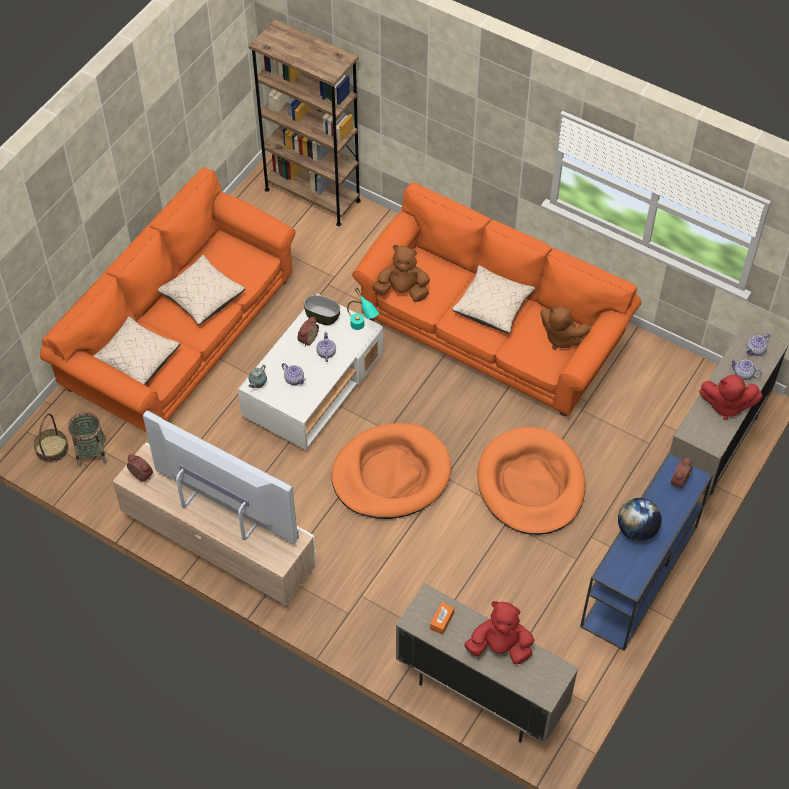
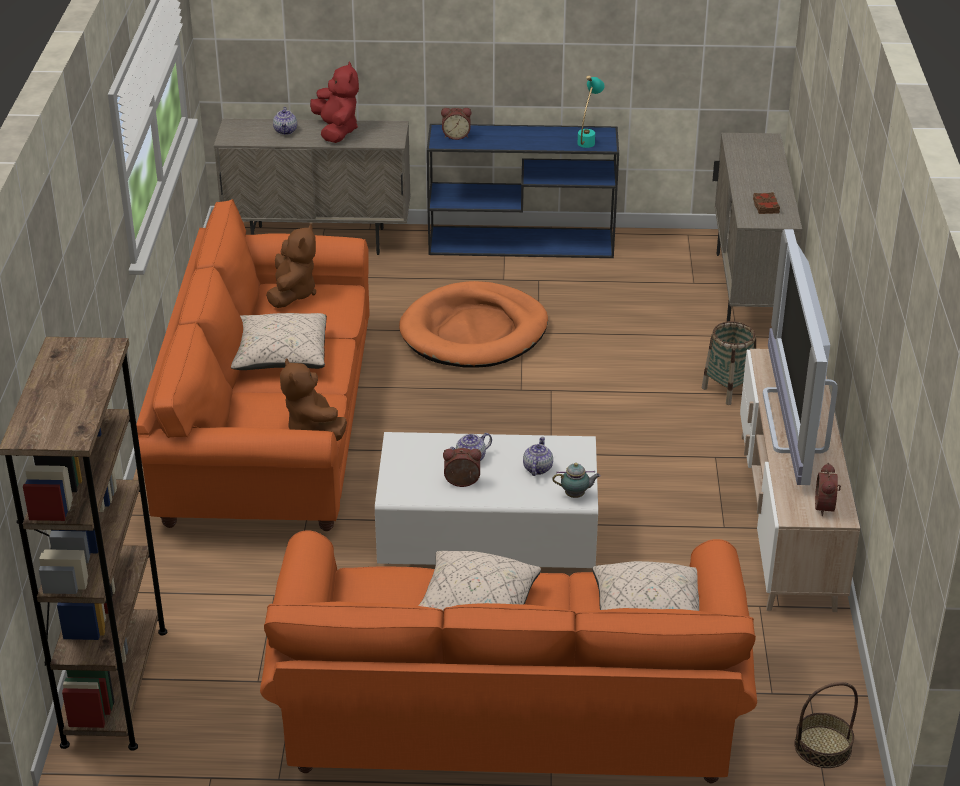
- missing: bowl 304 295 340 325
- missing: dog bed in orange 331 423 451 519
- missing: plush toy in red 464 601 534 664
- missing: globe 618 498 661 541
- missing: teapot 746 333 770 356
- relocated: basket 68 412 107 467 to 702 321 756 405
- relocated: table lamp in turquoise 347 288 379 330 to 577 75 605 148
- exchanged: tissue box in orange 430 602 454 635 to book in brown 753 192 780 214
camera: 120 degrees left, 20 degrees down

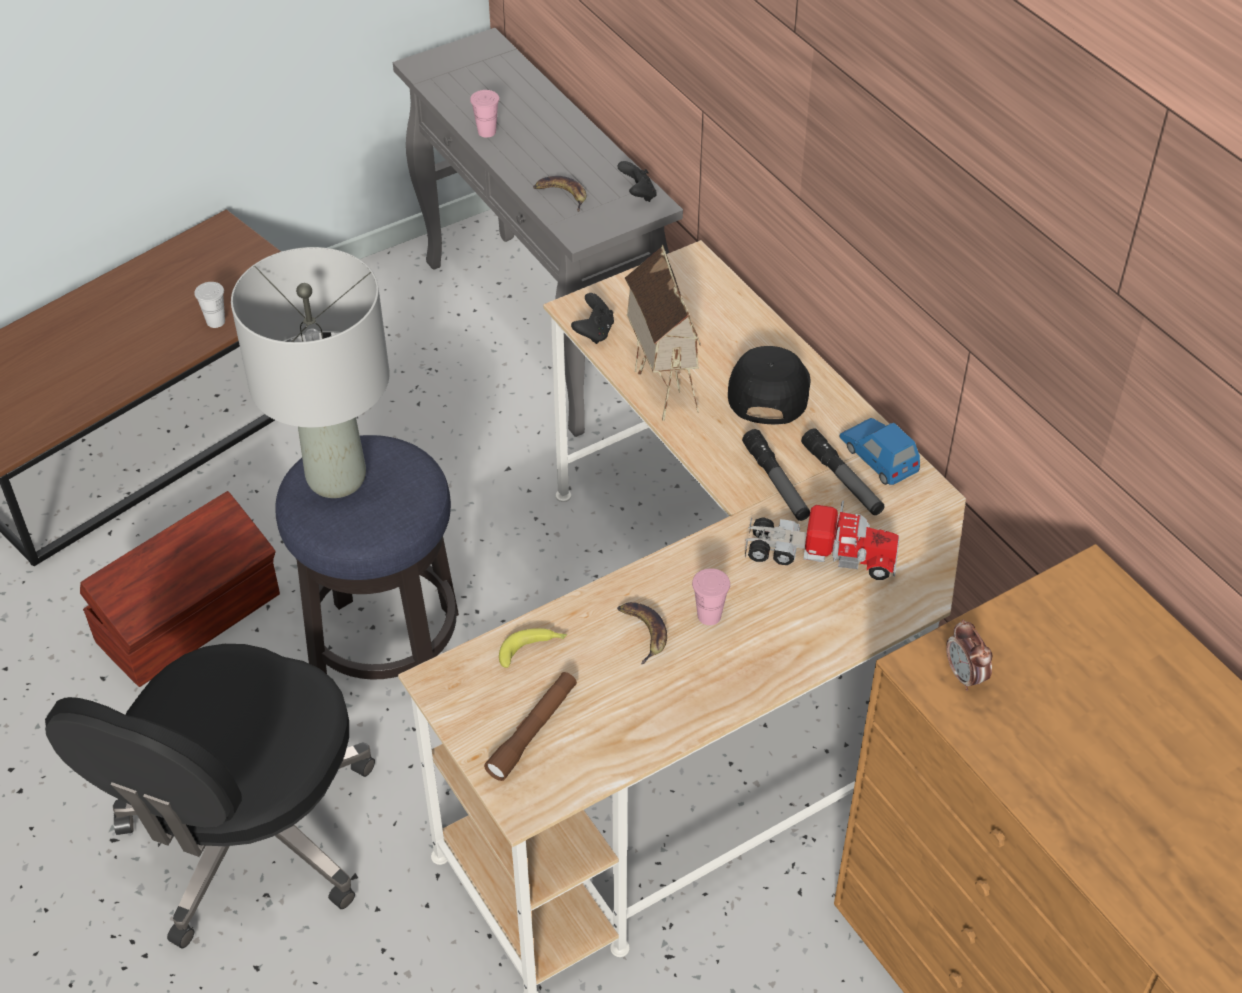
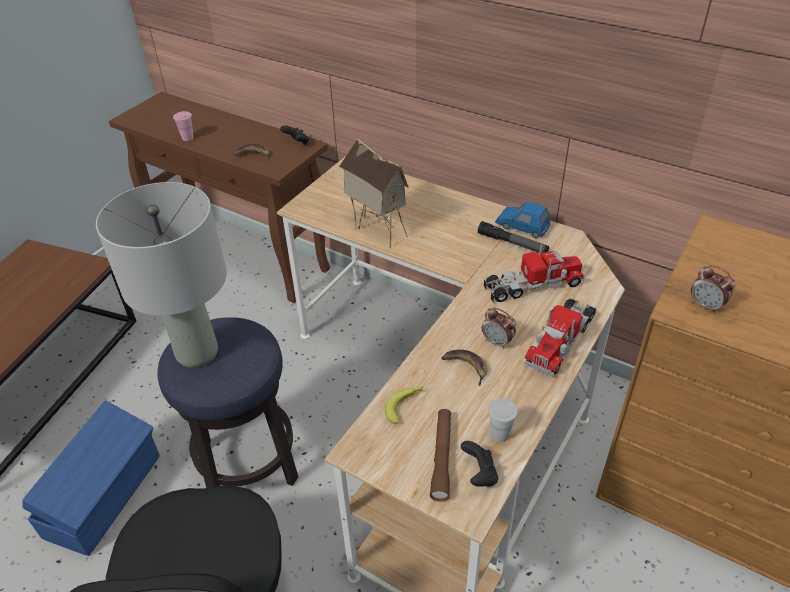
- missing: cap in black 728 346 811 425
- missing: flashlight 742 429 810 521
- appeared: toy truck 525 297 596 377
- relocated: cup in white 194 282 225 328 to 488 398 518 442
- relocated: game controller in black 571 293 614 344 to 461 441 498 487
- exchanged: cup in pink 692 568 730 625 to alarm clock 482 308 516 349
- colour: storage box in brown 80 491 280 687 to storage box in blue 22 400 160 556
- colour: console table in grey 393 28 683 437 to console table in brown 109 92 330 303
camera: 25 degrees left, 5 degrees down

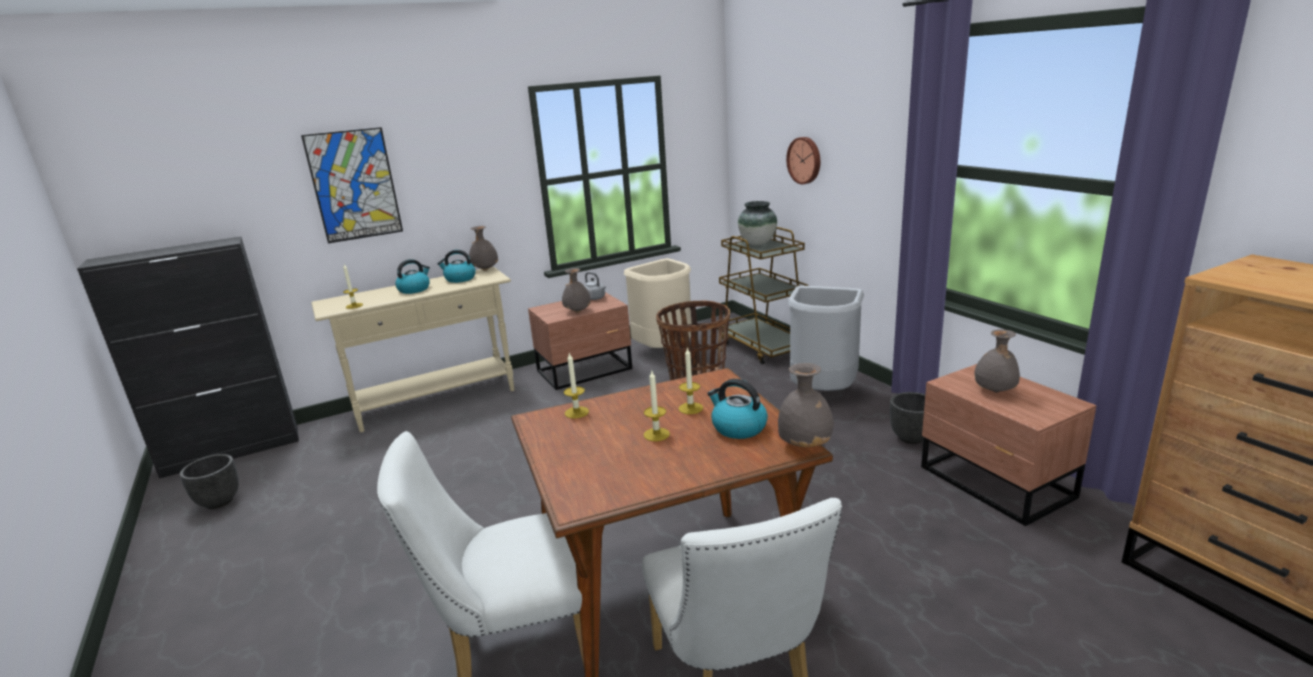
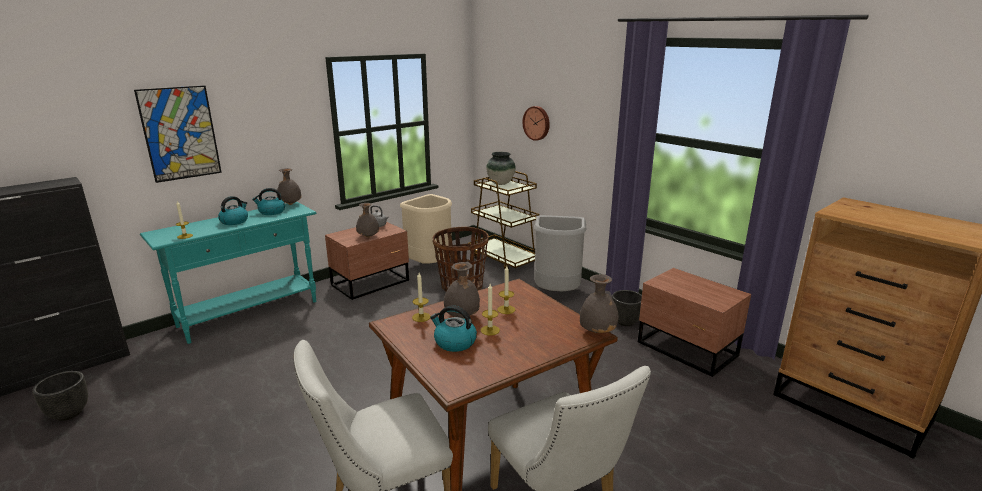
- relocated: kettle 707 379 768 439 to 430 305 477 352
- relocated: vase in grey 974 329 1020 393 to 444 262 480 318
- colour: console table in beige 311 267 514 432 to console table in turquoise 140 202 317 344
camera: 15 degrees left, 0 degrees up

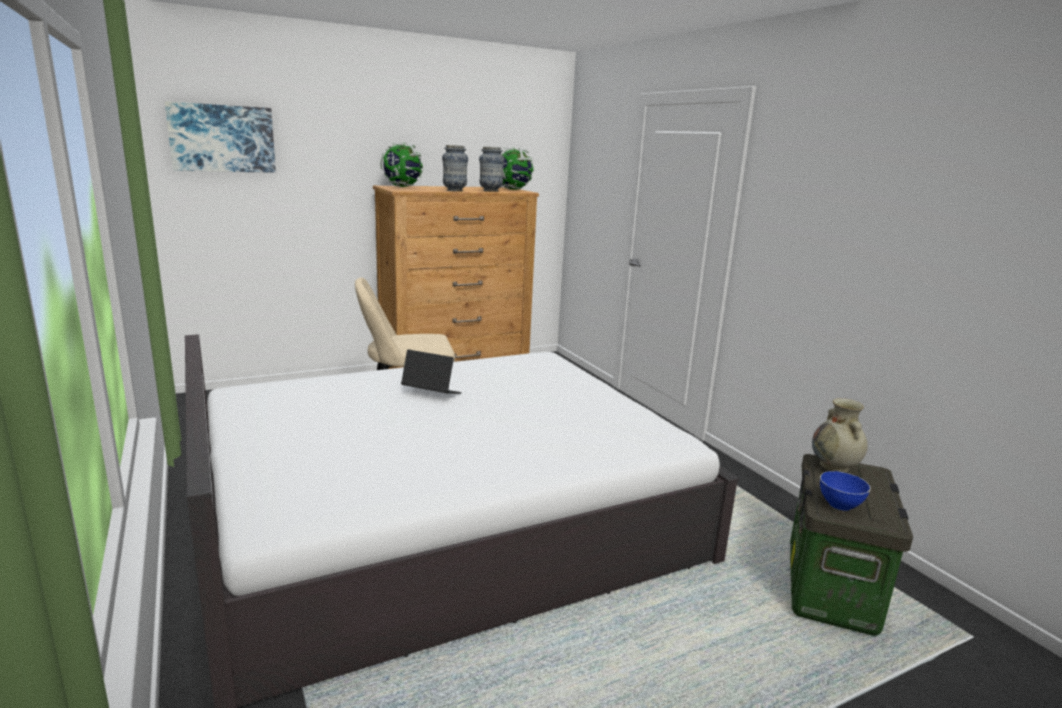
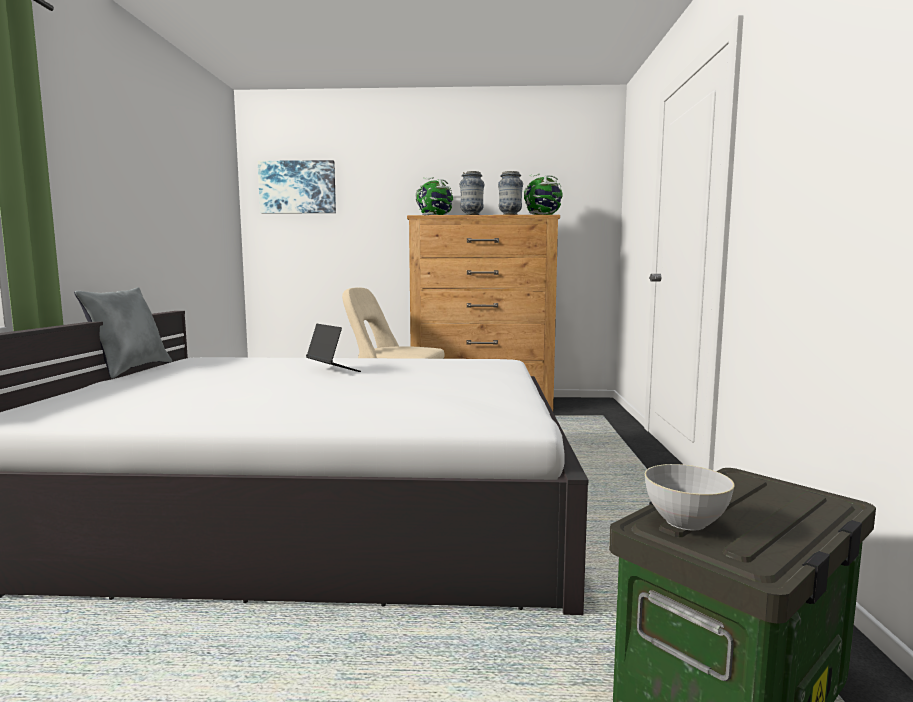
- missing: vase in beige 812 398 867 472
- appeared: pillow in grey 74 287 172 379
- colour: bowl in blue 820 471 871 511 to bowl in grey 645 464 735 530
camera: 30 degrees right, 10 degrees down

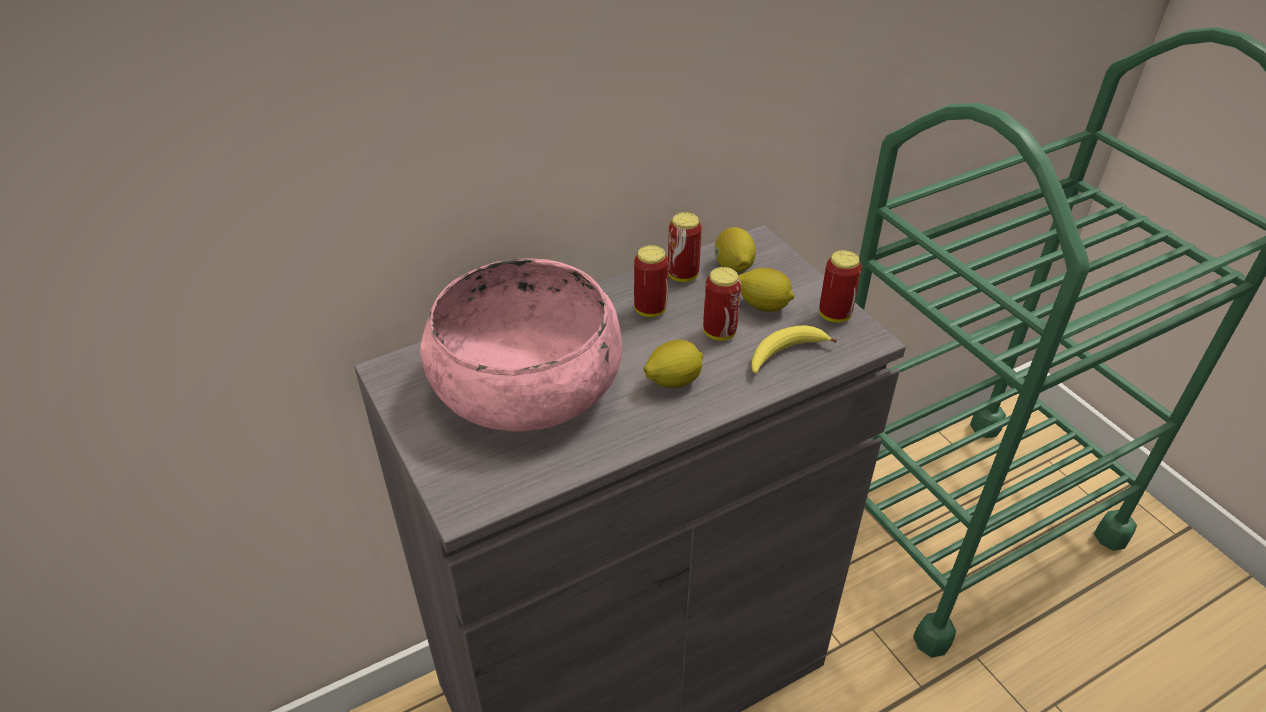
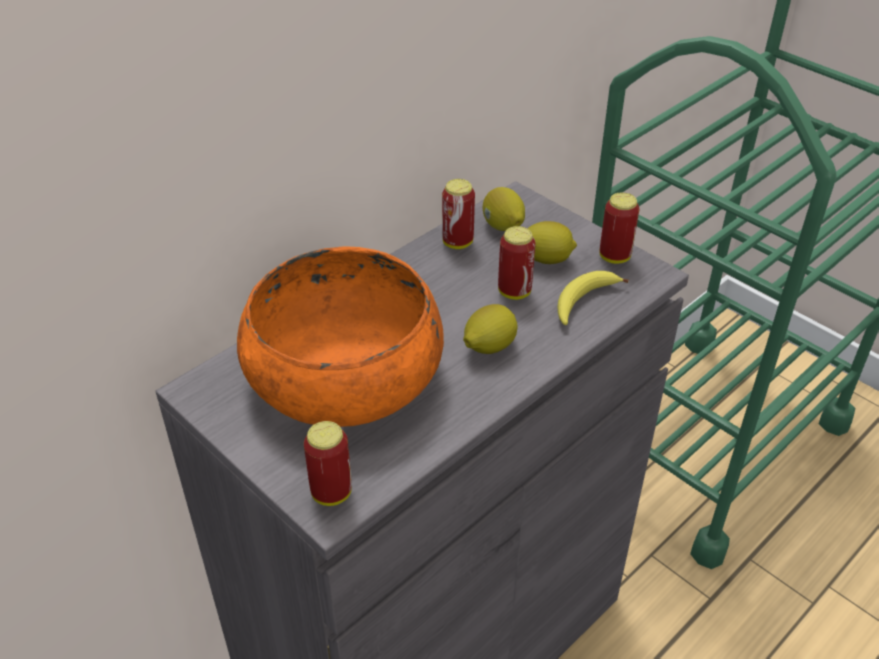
- relocated: can 634 245 669 317 to 304 421 352 506
- colour: bowl in pink 420 258 622 432 to bowl in orange 237 246 444 427
camera: 15 degrees left, 0 degrees up

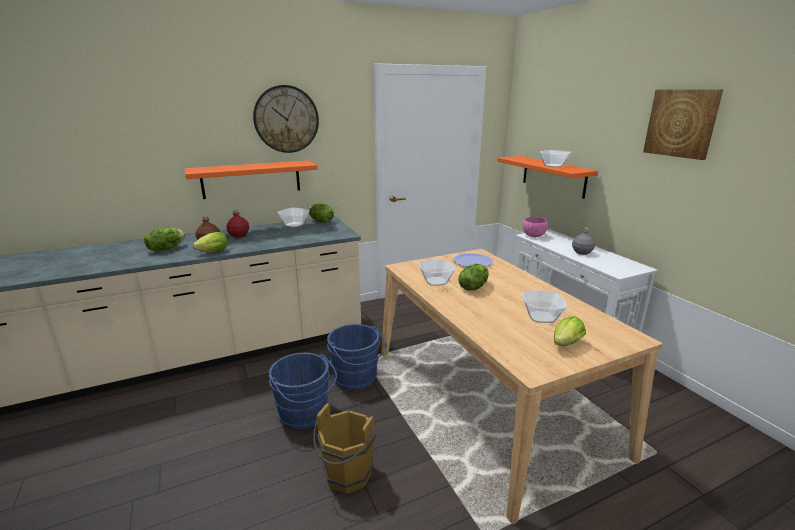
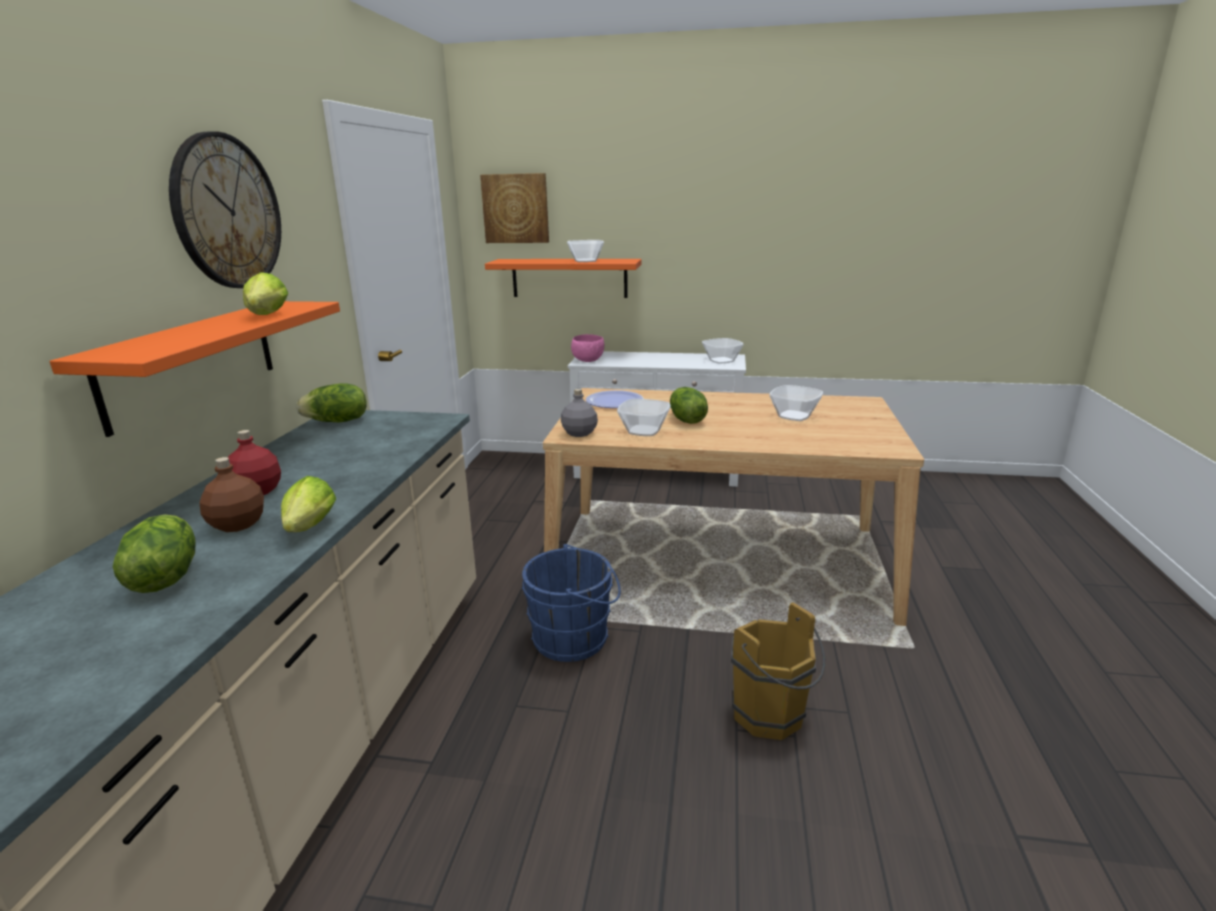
- missing: bucket in blue 269 353 337 429
- relocated: bowl 277 208 310 228 to 702 338 744 364
- relocated: lettuce 554 316 586 346 to 243 272 288 315
- relocated: bottle in grey 572 228 595 255 to 561 389 598 437
- relocated: picture 643 89 723 160 to 480 173 549 243
camera: 55 degrees left, 0 degrees up

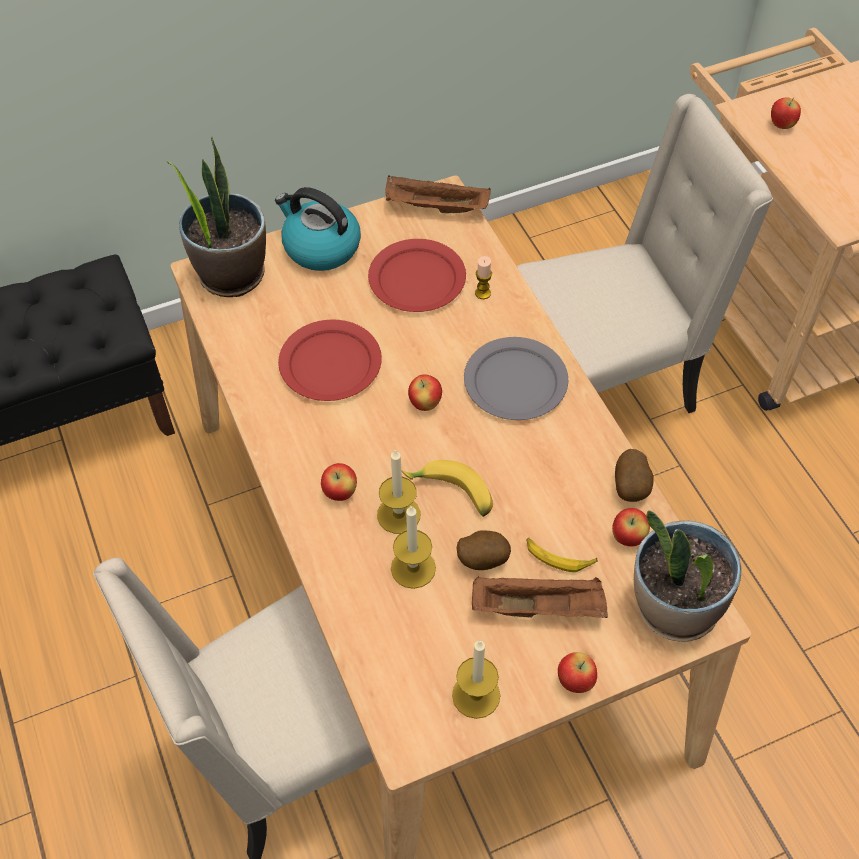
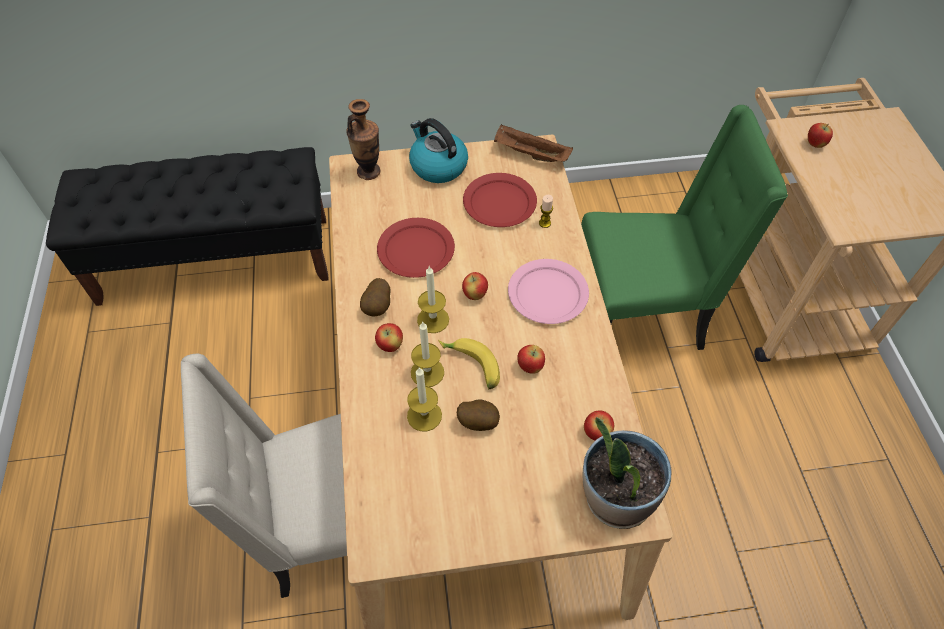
- missing: tray in brown 472 576 608 618
- missing: banana 526 538 598 572
- relocated: candle 452 641 500 719 to 417 266 449 333
- relocated: apple 558 652 597 693 to 517 345 545 374
- relocated: potato 615 449 654 502 to 360 278 390 317
- exchanged: potted plant 166 136 266 297 to vase 346 99 380 180
- colour: plate in grey 464 337 568 420 to plate in pink 508 259 589 324
- colour: chair in beige 516 94 773 413 to chair in green 581 105 788 350
camera: 15 degrees right, 0 degrees up

